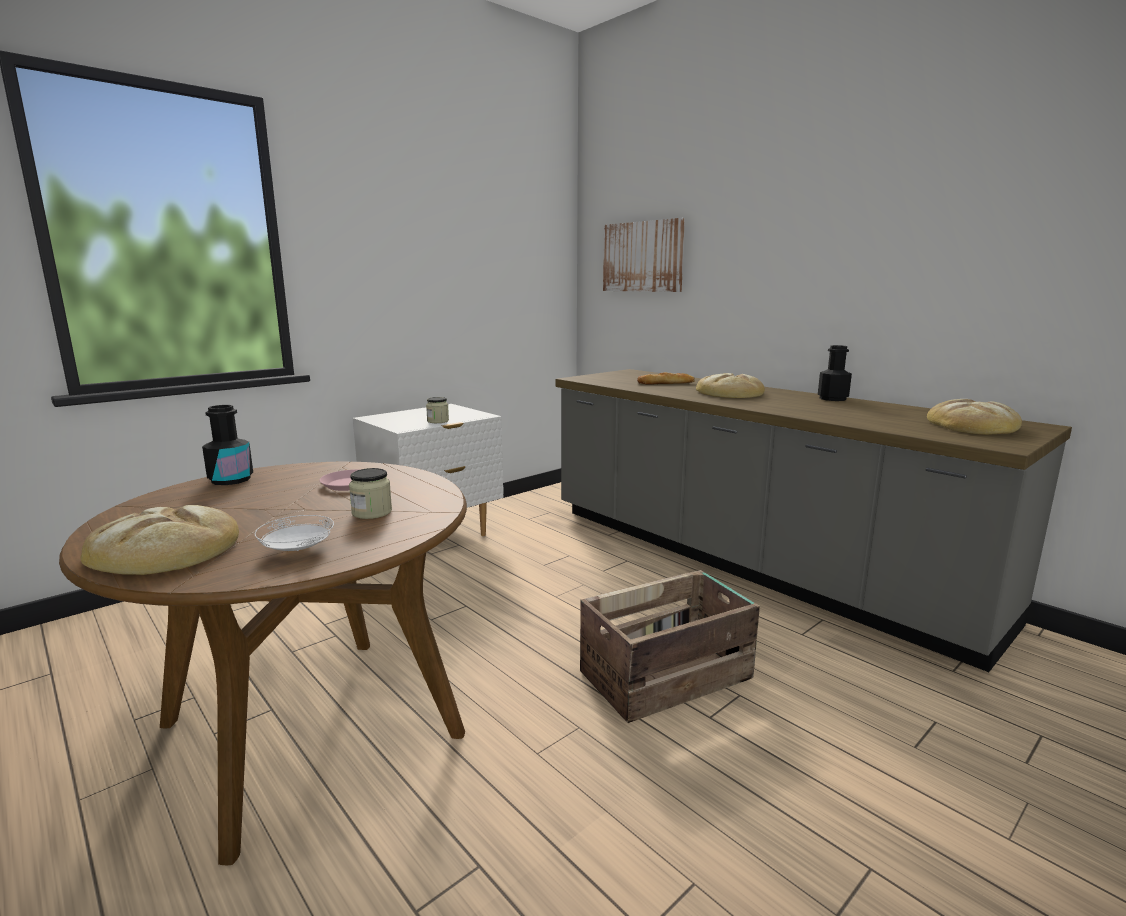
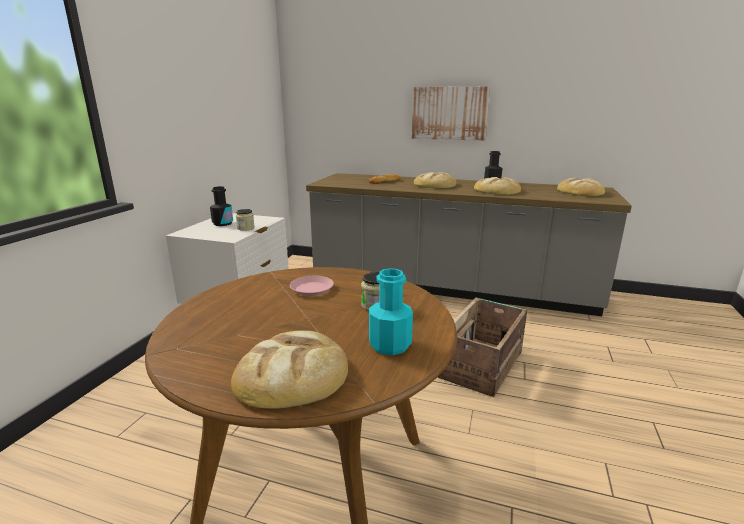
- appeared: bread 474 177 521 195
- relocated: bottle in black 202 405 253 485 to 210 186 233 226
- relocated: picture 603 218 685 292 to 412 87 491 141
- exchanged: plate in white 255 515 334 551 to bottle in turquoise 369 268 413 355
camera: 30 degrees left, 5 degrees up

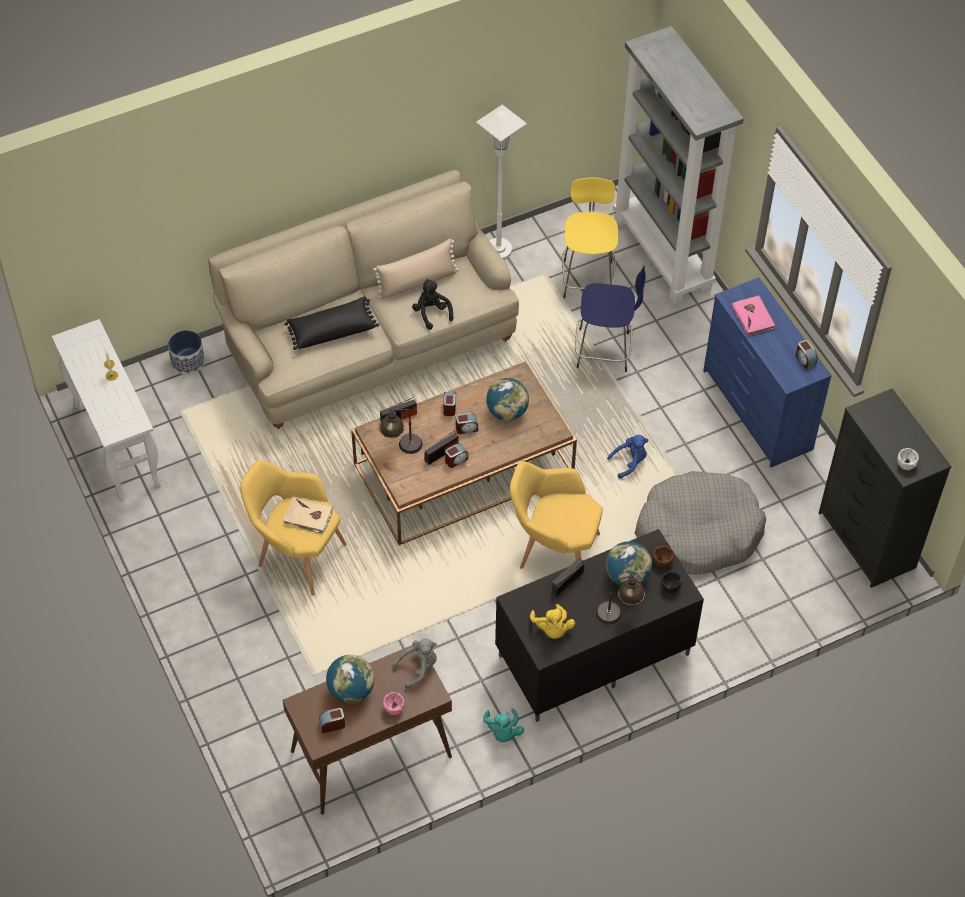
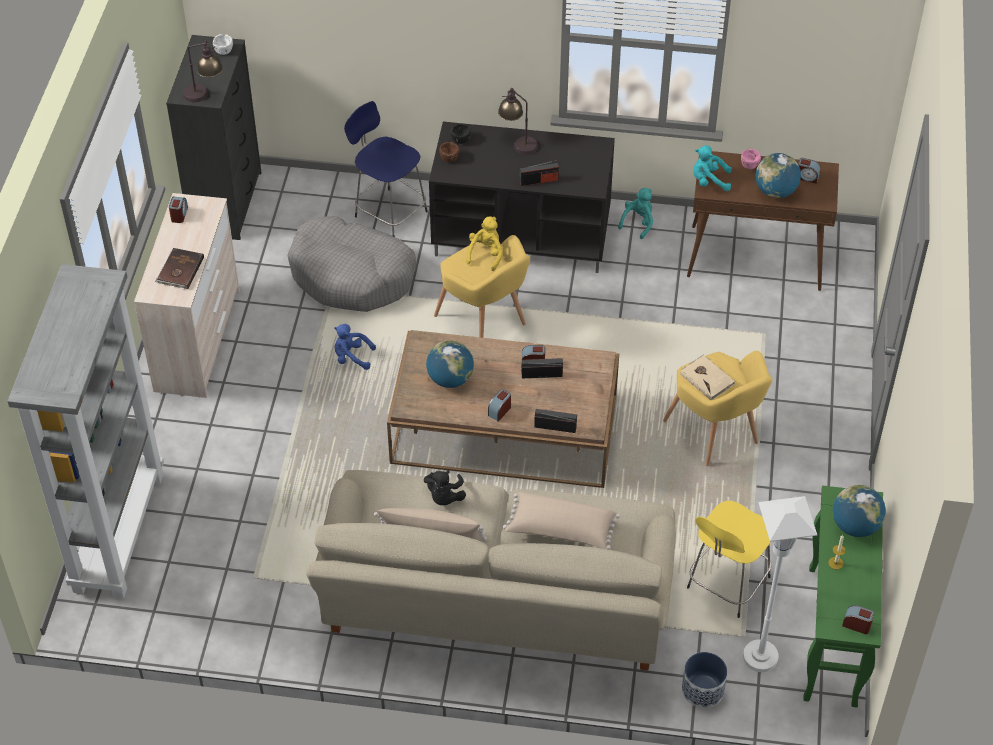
- relocated: table lamp 380 408 423 454 to 183 40 223 102
- relocated: alarm clock 456 413 478 434 to 842 605 874 634
- relocated: floor lamp in white 476 105 527 260 to 743 496 817 672
- relocated: plush toy in yellow 530 604 575 639 to 466 216 503 271
- relocated: stool in yellow 562 177 618 298 to 687 501 771 618
- relocated: stool in blue 575 265 646 372 to 344 101 428 237
- relocated: globe 606 541 652 586 to 833 485 886 537
- colour: console table in white 52 319 161 502 to console table in green 803 486 883 707
- colour: pillow in black 284 297 379 350 to pillow in beige 503 492 620 550
- colour: plush toy in grey 393 639 437 689 to plush toy in turquoise 693 145 731 191
- colour: dresser in blue 703 277 832 468 to dresser in beige 134 193 240 398
- colour: book in pink 732 295 775 336 to book in brown 155 248 204 289
camera: 145 degrees left, 5 degrees down

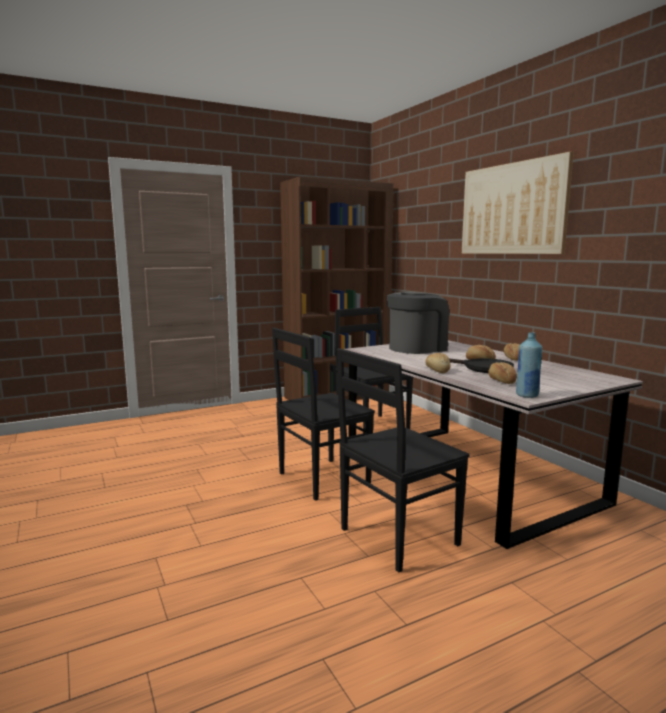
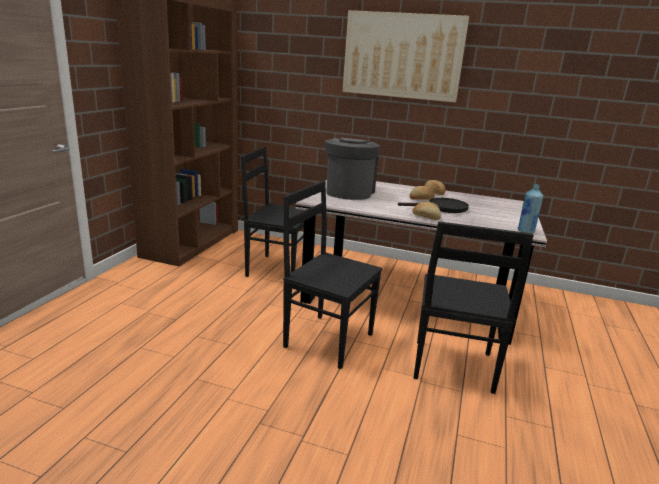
- missing: bread 488 362 517 384
- spun: chair in black 272 328 375 501 = 283 181 382 369 105 degrees clockwise
camera: 45 degrees left, 10 degrees up

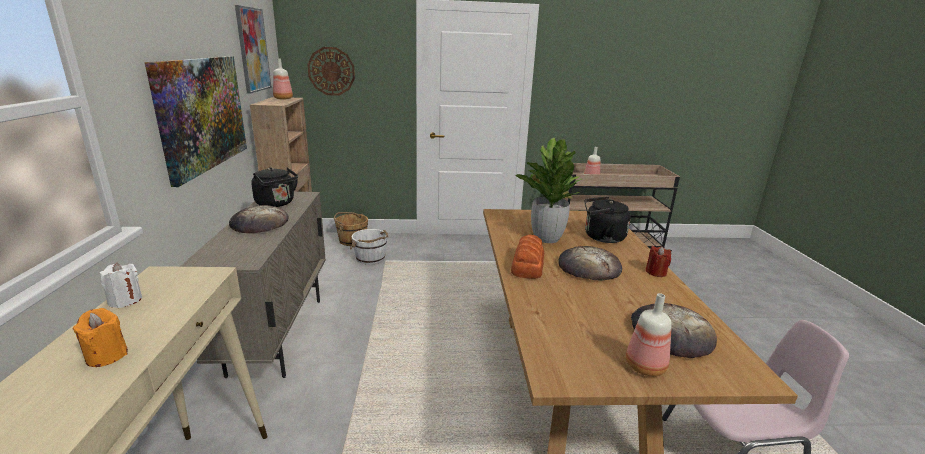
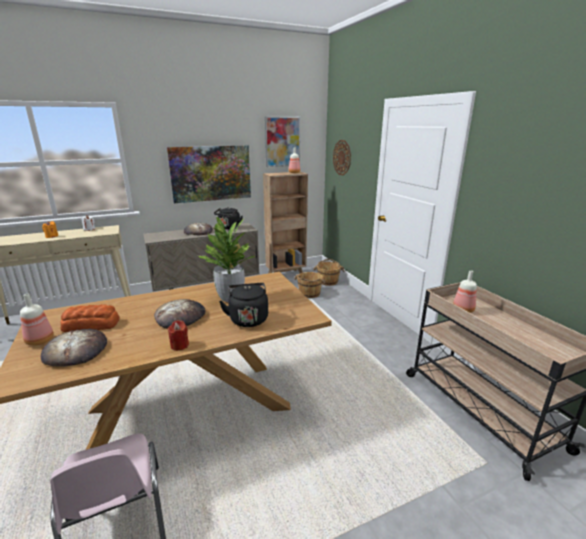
- relocated: bread 511 235 544 279 to 61 304 120 332
- colour: bucket in white 350 229 388 265 to bucket in brown 294 272 326 298
camera: 70 degrees right, 0 degrees up

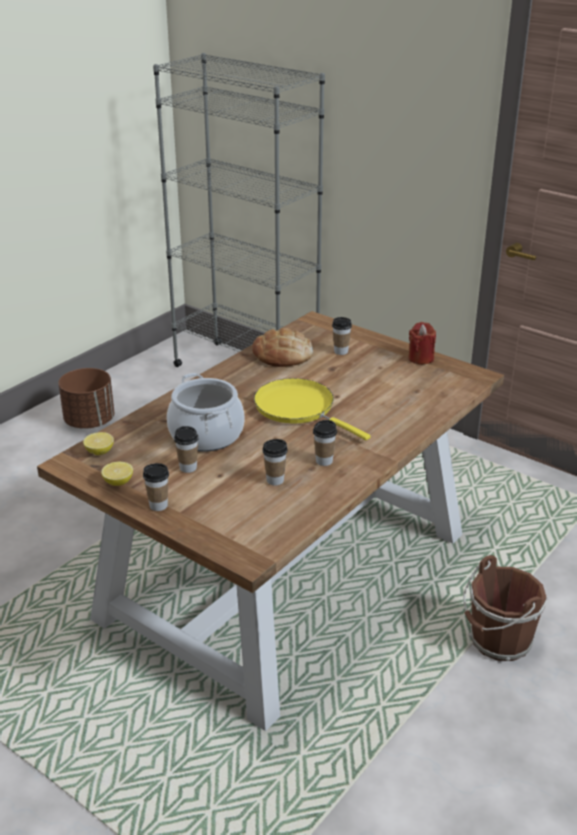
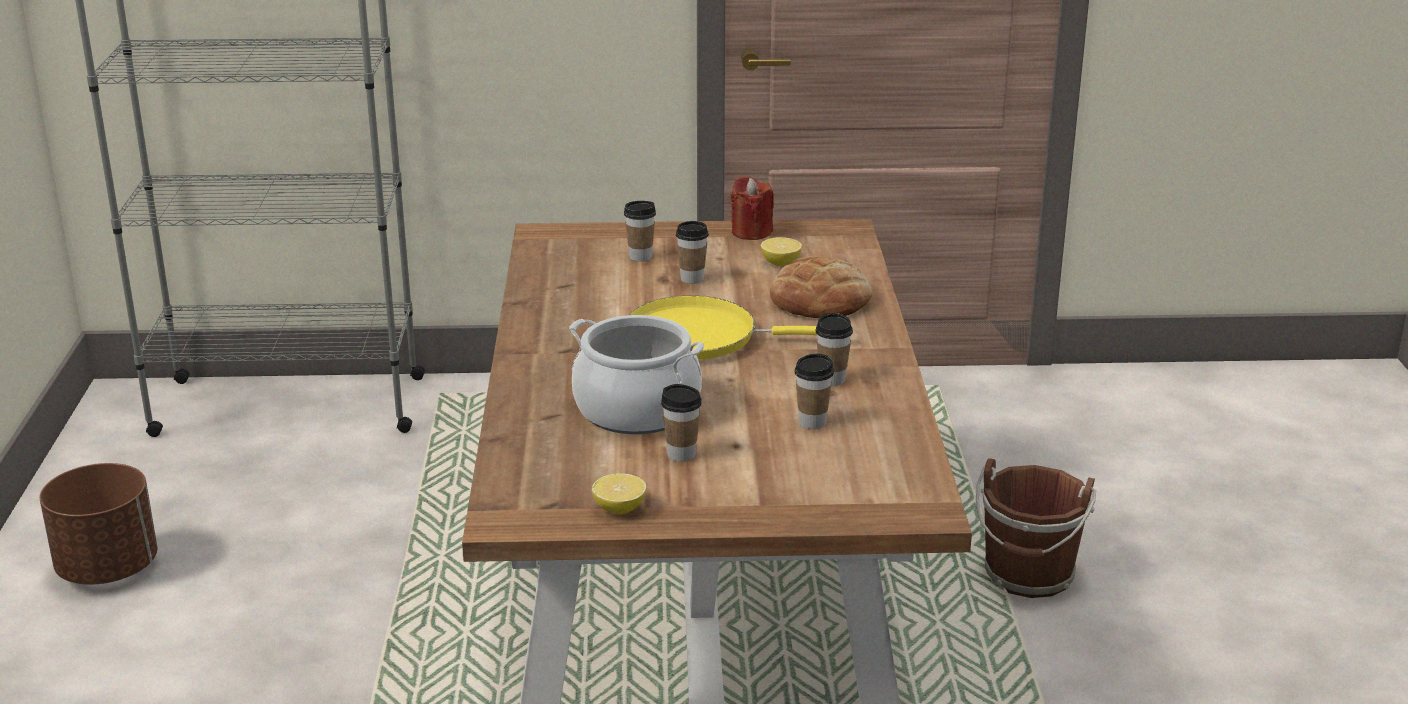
- relocated: lemon 83 432 114 455 to 761 237 802 266
- relocated: cup 143 463 169 511 to 676 221 709 284
- relocated: bread 252 328 313 367 to 770 256 872 318
camera: 40 degrees left, 5 degrees down

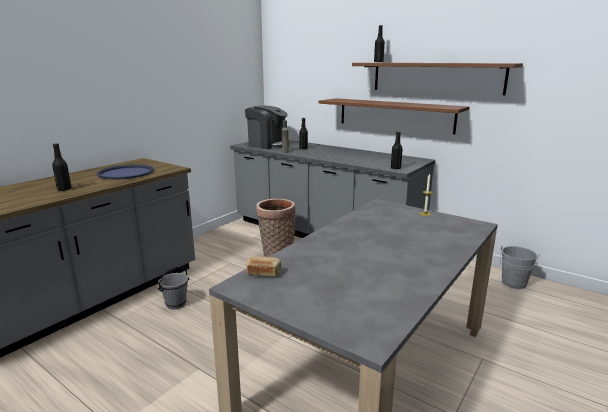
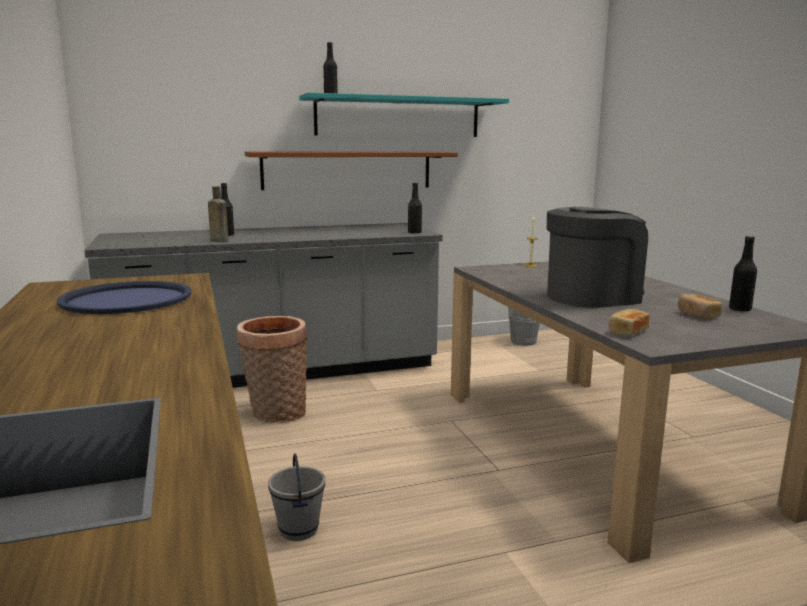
- appeared: bread 678 294 722 319
- relocated: bottle in black 52 143 72 191 to 729 236 757 312
- relocated: coffee machine 245 106 288 149 to 547 207 648 308
- colour: shelf in brown 352 63 523 95 to shelf in turquoise 299 93 509 137
camera: 55 degrees left, 5 degrees down

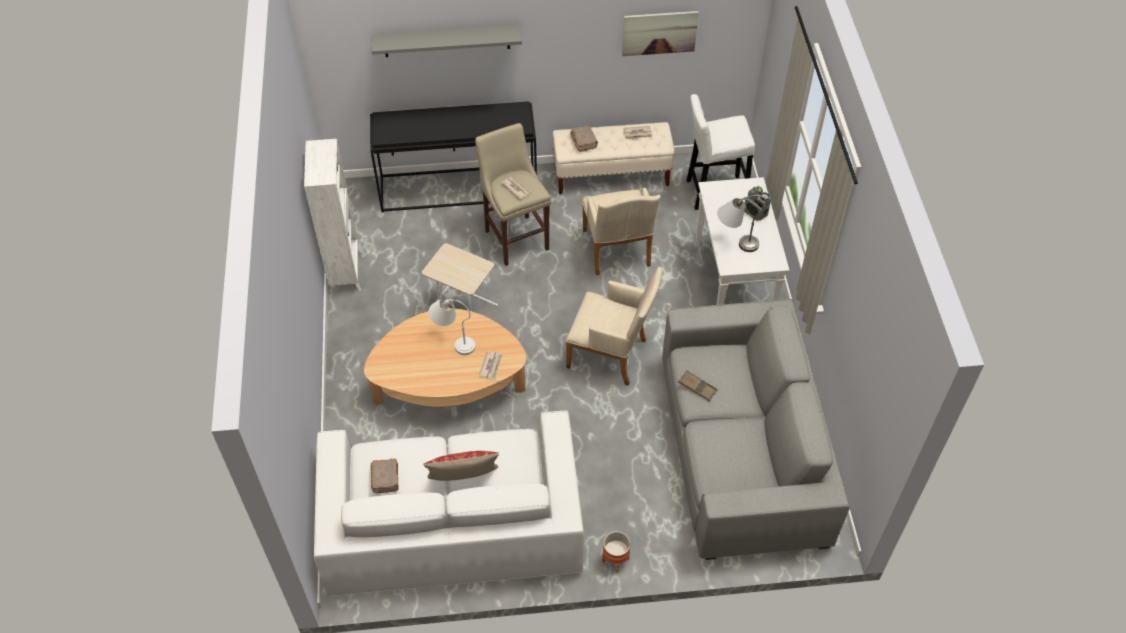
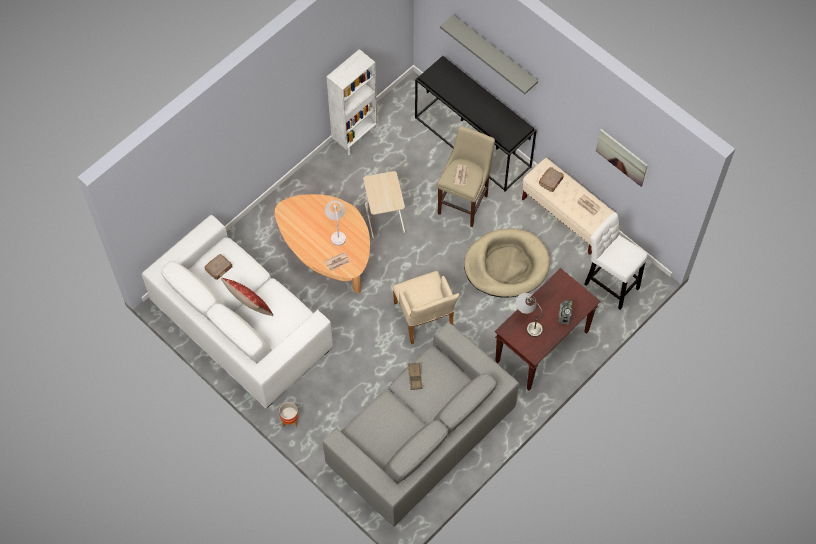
- exchanged: armchair in beige 582 188 661 275 to dog bed in beige 464 229 550 297
- colour: console table in white 695 177 789 305 to console table in brown 495 268 601 390
camera: 50 degrees right, 10 degrees up

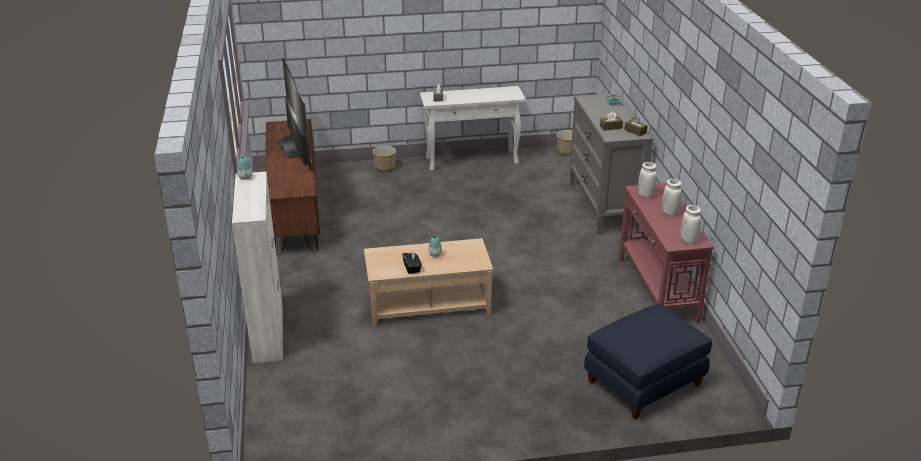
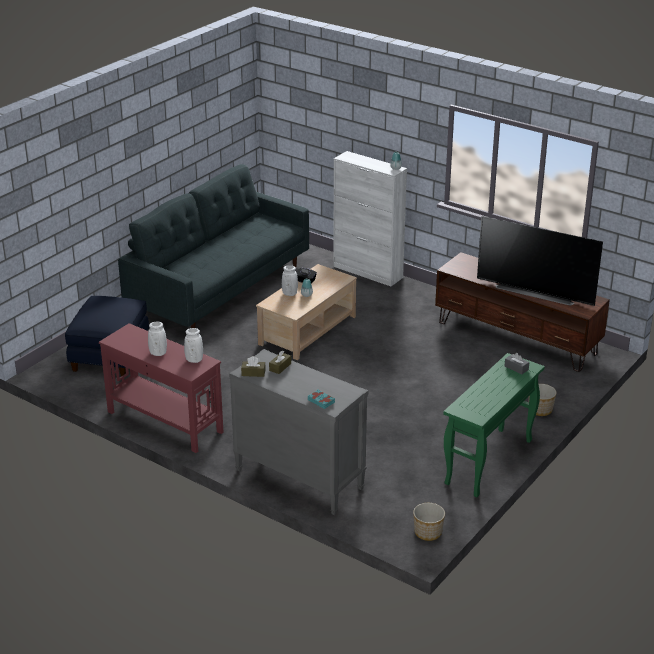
- appeared: sofa in grey 118 164 309 328
- relocated: vase in white 681 205 701 244 to 282 265 298 296
- colour: console table in white 420 86 526 171 to console table in green 443 353 545 497
camera: 135 degrees right, 0 degrees up

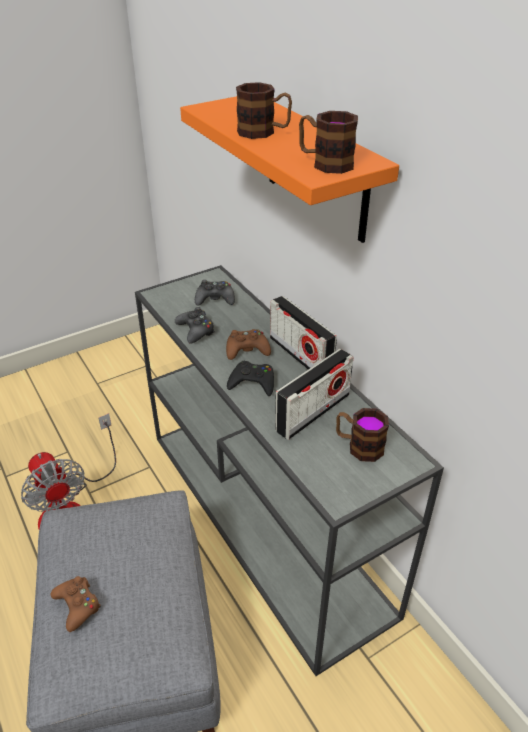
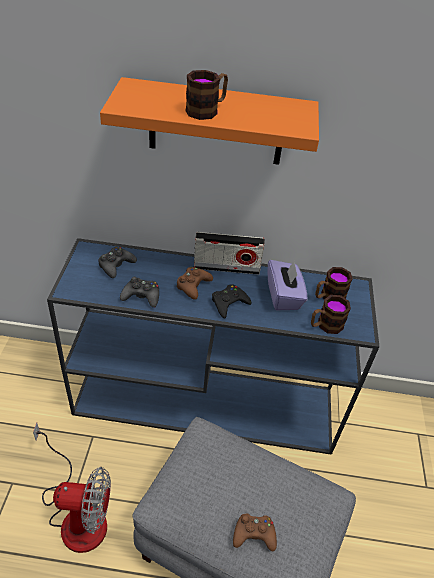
- relocated: mug 299 111 358 174 to 311 295 351 334
- exchanged: radio 275 349 353 440 to tissue box in purple 267 260 308 310
- colour: console table in grey 135 265 444 676 to console table in blue 47 238 379 455
camera: 55 degrees left, 5 degrees up

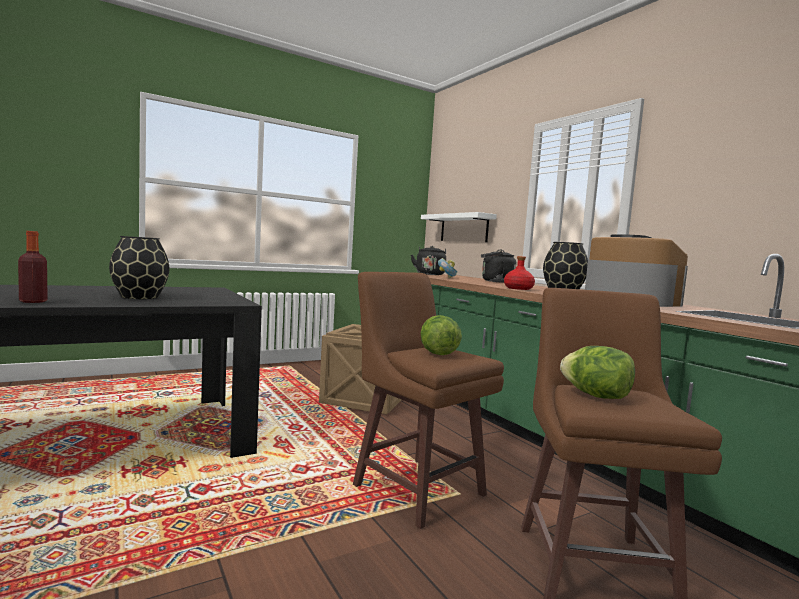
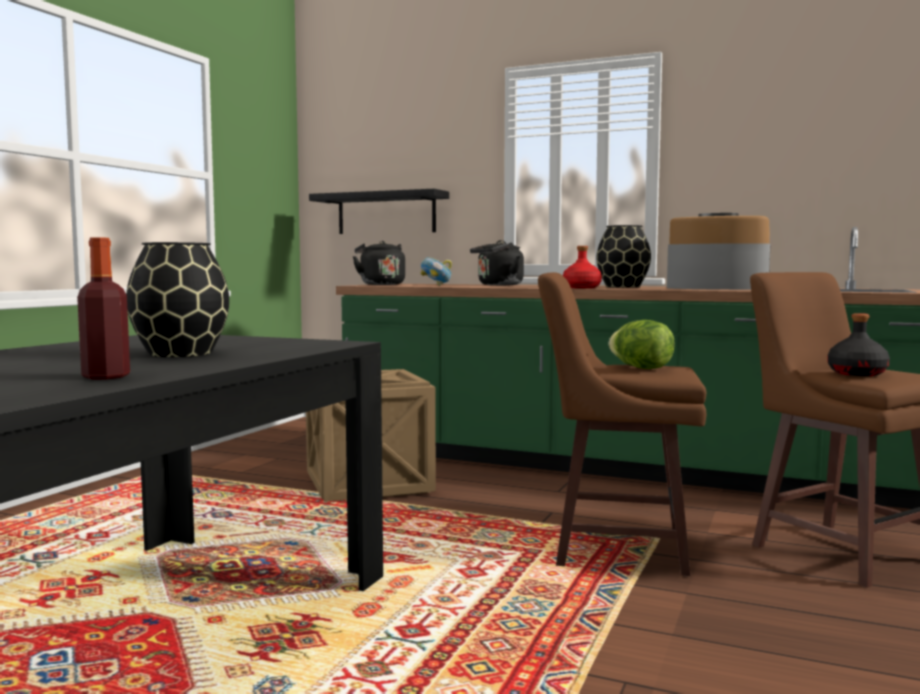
- exchanged: lettuce 560 346 635 399 to bottle in black 828 313 890 376
- colour: shelf in white 421 212 497 242 to shelf in black 309 189 449 234
camera: 35 degrees left, 0 degrees up

